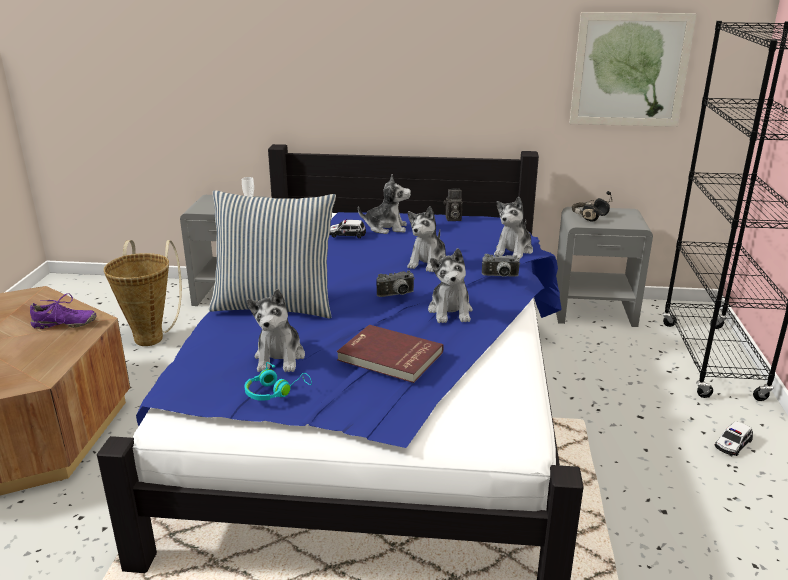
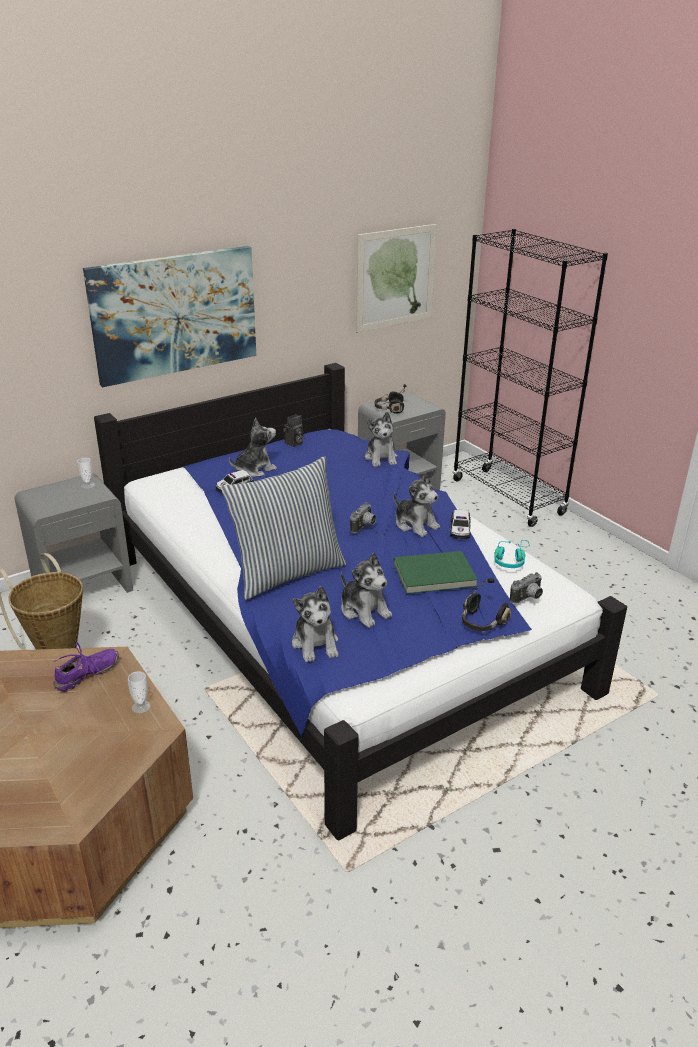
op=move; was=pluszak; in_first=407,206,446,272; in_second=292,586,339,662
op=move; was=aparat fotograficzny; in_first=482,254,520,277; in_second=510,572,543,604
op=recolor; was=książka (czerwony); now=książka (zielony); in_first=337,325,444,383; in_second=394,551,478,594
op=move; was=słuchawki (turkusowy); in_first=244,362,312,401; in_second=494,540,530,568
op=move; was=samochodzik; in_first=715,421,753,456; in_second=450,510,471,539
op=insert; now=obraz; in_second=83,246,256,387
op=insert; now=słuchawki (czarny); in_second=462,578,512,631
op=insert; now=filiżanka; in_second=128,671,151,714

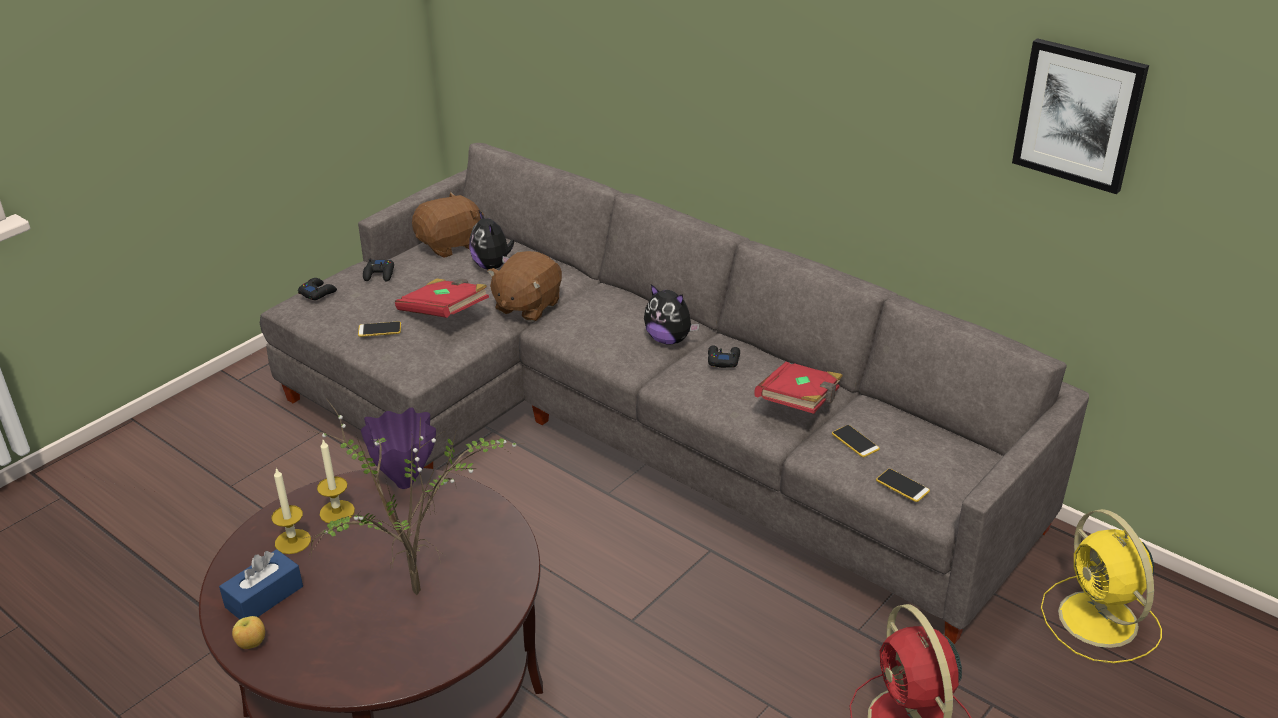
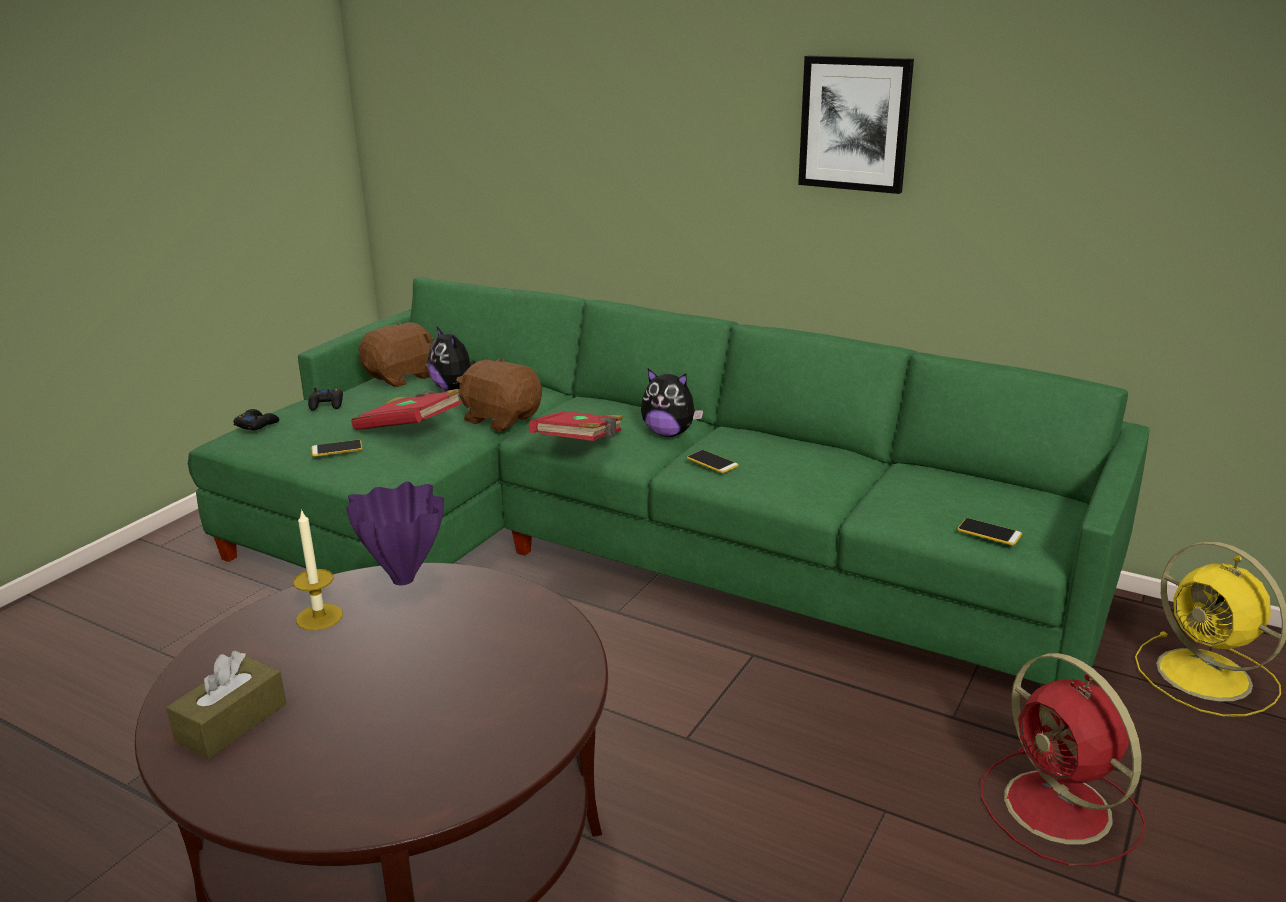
op=move; was=obraz; in_first=1012,38,1149,194; in_second=798,56,914,194
op=recolor; was=kanapa (szary); now=kanapa (zielony); in_first=260,143,1089,644; in_second=188,277,1149,685
op=rotate; was=pluszak (brązowy); in_first=487,251,562,322; in_second=456,358,542,432; clockwise=105
op=delete; was=pad do gier (czarny); in_first=708,346,740,368
op=move; was=książka (czerwony); in_first=754,362,843,414; in_second=529,411,623,441
op=delete; was=roślina doniczkowa; in_first=306,401,517,595
op=move; was=telefon; in_first=832,425,880,457; in_second=687,450,739,473
op=delete; was=świeca; in_first=271,468,311,554
op=recolor; was=pudełko chusteczek (niebieski); now=pudełko chusteczek (brązowy); in_first=219,549,303,619; in_second=166,651,286,759
op=delete; was=jabłko; in_first=232,616,265,649

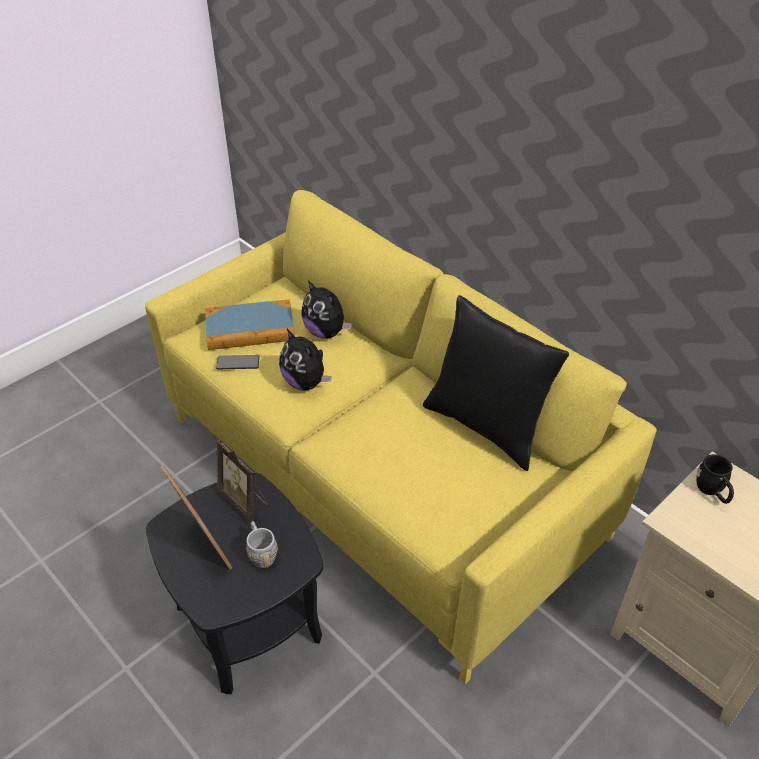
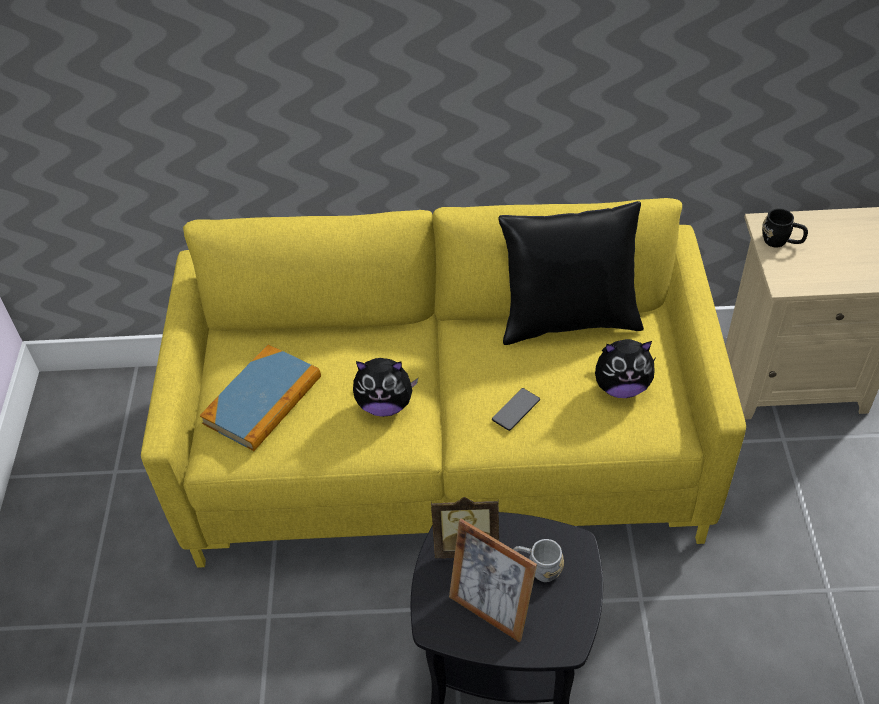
op=move; was=pluszak; in_first=301,280,352,339; in_second=595,339,655,398
op=move; was=telefon; in_first=216,355,259,369; in_second=492,388,540,431
op=rotate; was=ramka na zdjęcie; in_first=161,465,232,569; in_second=449,519,537,642; clockwise=-150

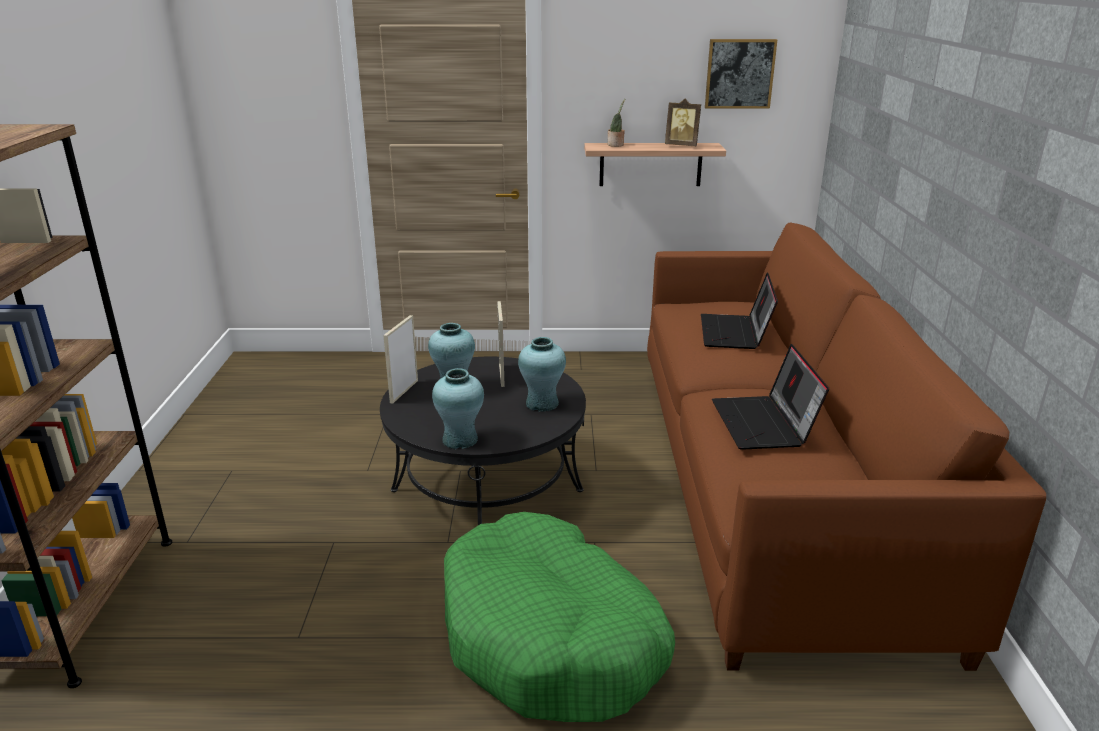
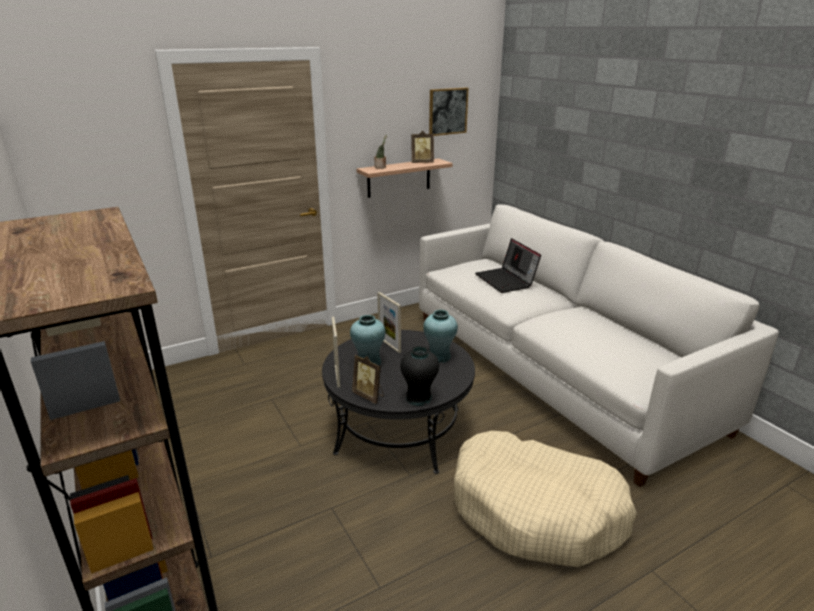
op=recolor; was=kanapa (brązowy); now=kanapa (biały); in_first=647,222,1046,671; in_second=419,204,779,487
op=delete; was=laptop; in_first=712,344,829,450
op=recolor; was=wazon (turkusowy); now=wazon (czarny); in_first=432,368,484,450; in_second=400,346,439,406
op=recolor; was=legowisko (zielony); now=legowisko (beżowy); in_first=444,512,675,722; in_second=454,431,637,567
op=insert; now=ramka na zdjęcie; in_second=352,355,384,404

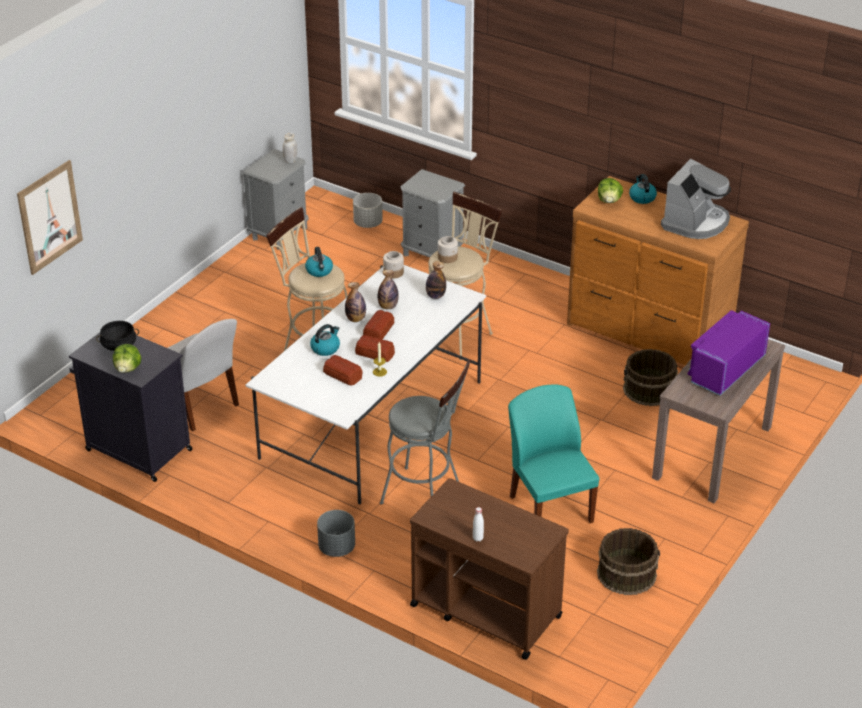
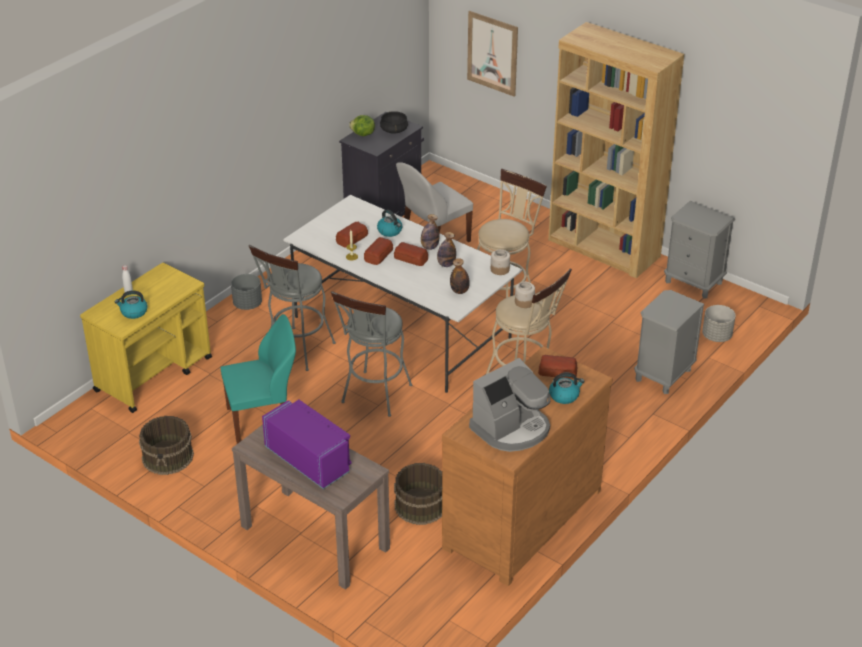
op=delete; was=słoik (biały); in_first=283,133,297,164
op=rotate; was=ekspres do kawy; in_first=661,159,731,239; in_second=469,358,550,452; clockwise=-75
op=replace; was=sałata; now=chleb; in_first=598,178,623,203; in_second=538,355,577,379
op=move; was=czajnik; in_first=305,247,333,277; in_second=115,291,148,319
op=recolor; was=wózek (brązowy); now=wózek (żółty); in_first=410,478,569,660; in_second=80,263,212,413
op=insert; now=regał (brązowy); in_second=548,22,684,278
op=insert; now=stołek (szary); in_second=331,291,412,417

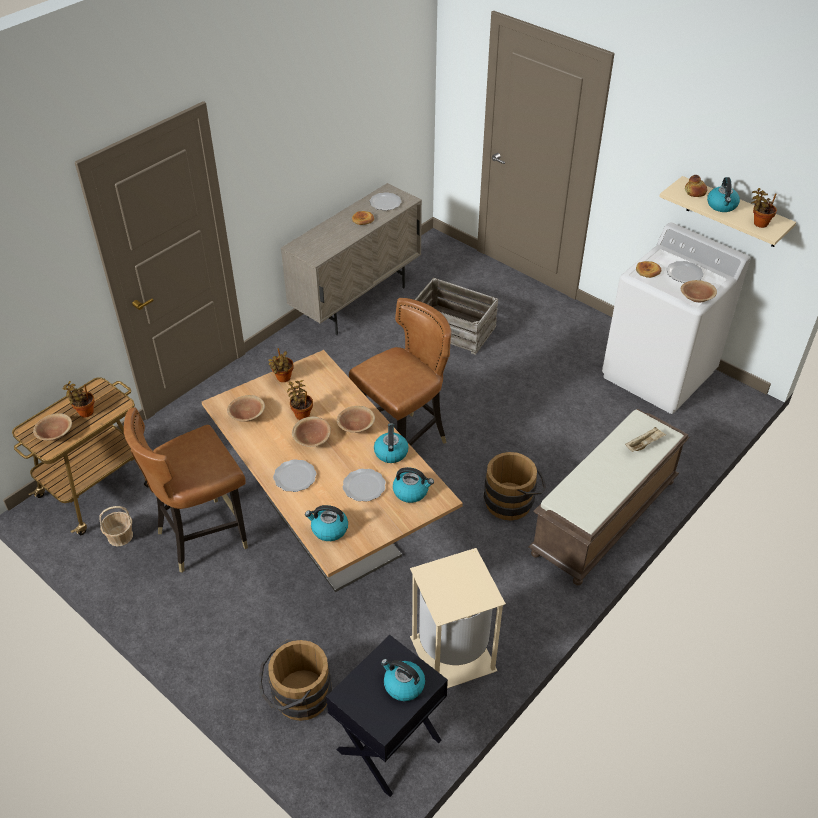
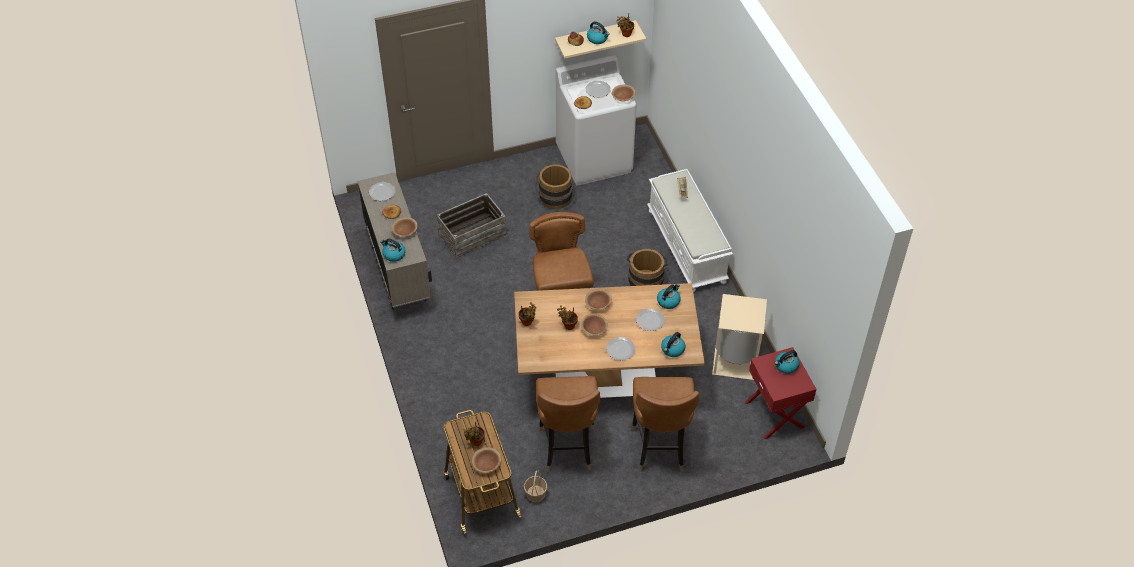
op=move; was=miska (brązowy); in_first=227,395,265,422; in_second=392,217,417,237
op=recolor; was=ławka (brązowy); now=ławka (biały); in_first=528,409,690,585; in_second=647,169,733,292
op=move; was=czajnik; in_first=374,423,409,463; in_second=380,239,405,262
op=recolor; was=szafka nocna (czarny); now=szafka nocna (czerwony); in_first=326,635,448,797; in_second=745,347,817,439
op=move; was=wiadro (brązowy); in_first=258,639,332,721; in_second=535,164,574,209
op=insert; now=krzesło (brązowy); in_second=632,377,699,472

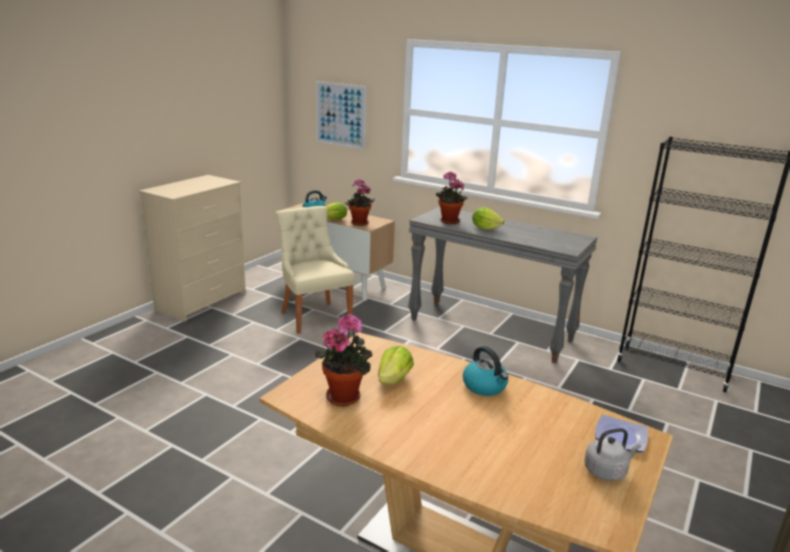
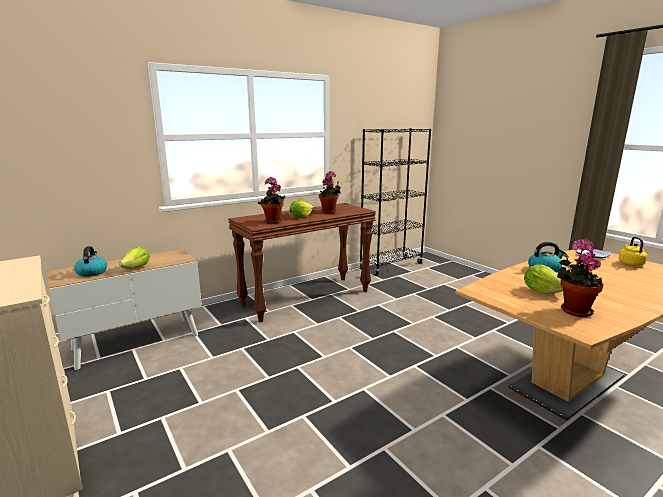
op=delete; was=obraz; in_first=316,81,367,150
op=move; was=roślina doniczkowa; in_first=345,180,375,226; in_second=319,171,341,213
op=delete; was=krzesło (beżowy); in_first=275,206,355,334
op=recolor; was=stolik konsolowy (szary); now=stolik konsolowy (brązowy); in_first=408,206,598,364; in_second=228,203,376,322
op=recolor; was=czajnik (szary); now=czajnik (żółty); in_first=584,428,641,481; in_second=619,237,647,266

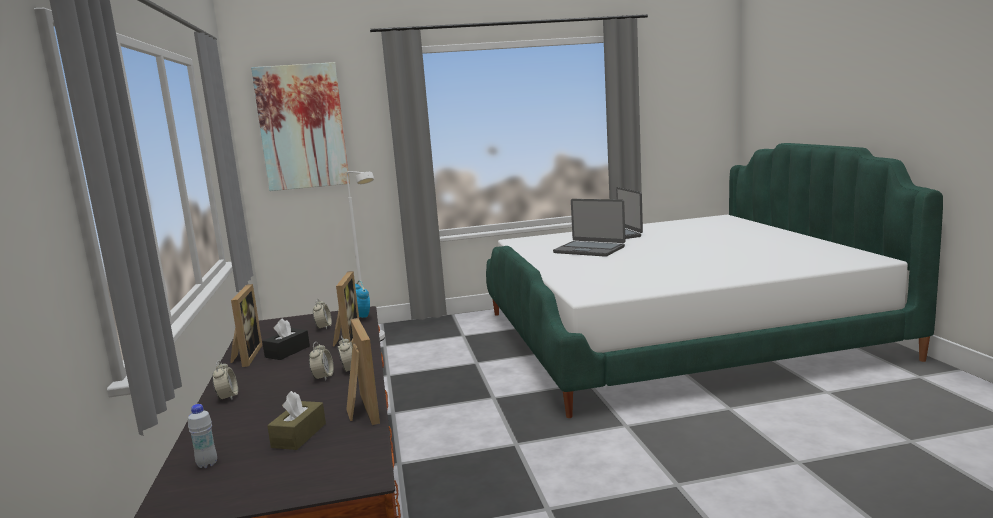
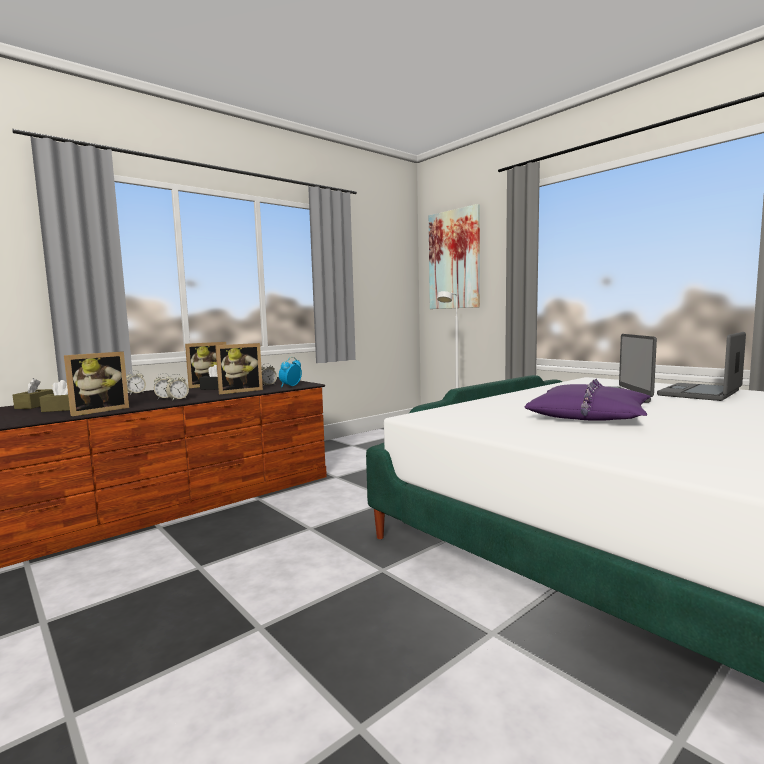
op=replace; was=butelka (biały); now=pudełko chusteczek (brązowy); in_first=188,404,217,468; in_second=13,378,54,409
op=insert; now=poduszka (fioletowy); in_second=524,379,651,421

